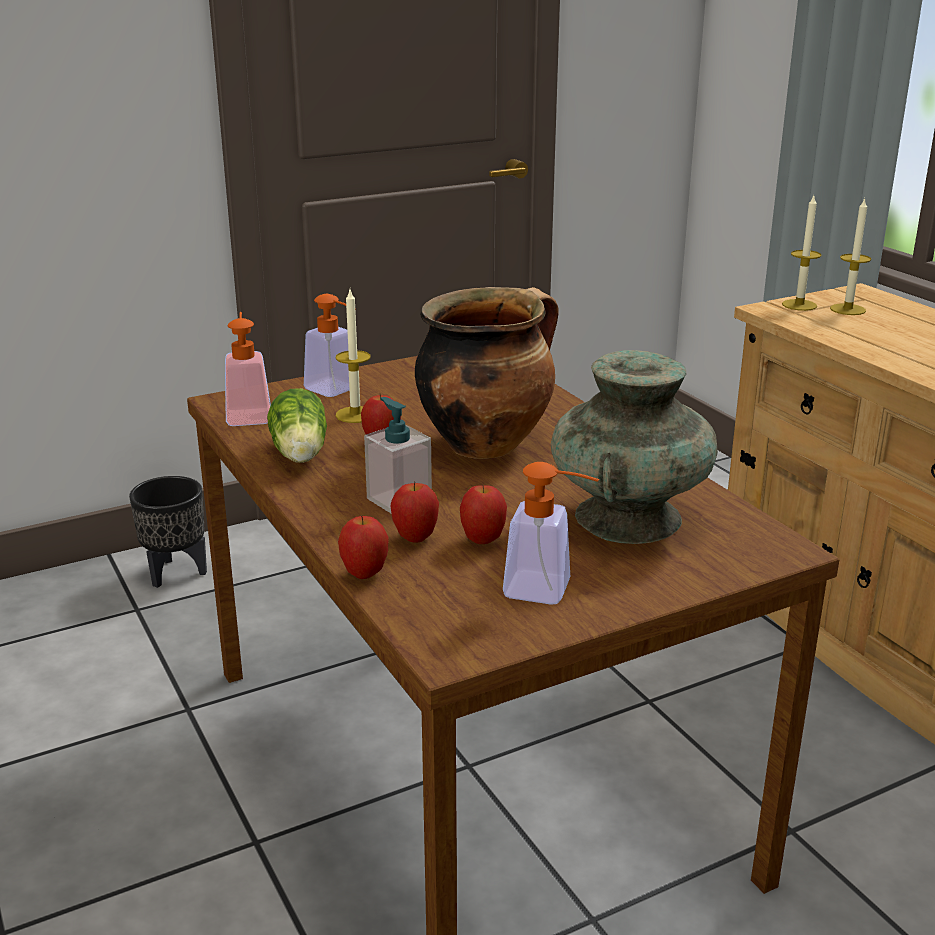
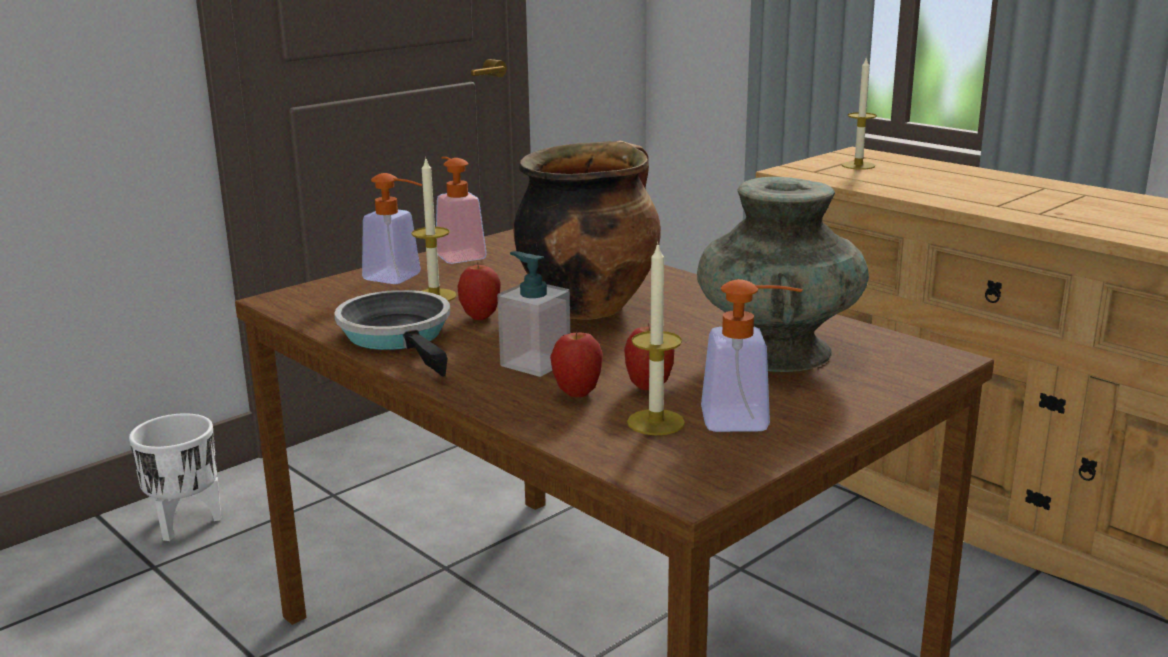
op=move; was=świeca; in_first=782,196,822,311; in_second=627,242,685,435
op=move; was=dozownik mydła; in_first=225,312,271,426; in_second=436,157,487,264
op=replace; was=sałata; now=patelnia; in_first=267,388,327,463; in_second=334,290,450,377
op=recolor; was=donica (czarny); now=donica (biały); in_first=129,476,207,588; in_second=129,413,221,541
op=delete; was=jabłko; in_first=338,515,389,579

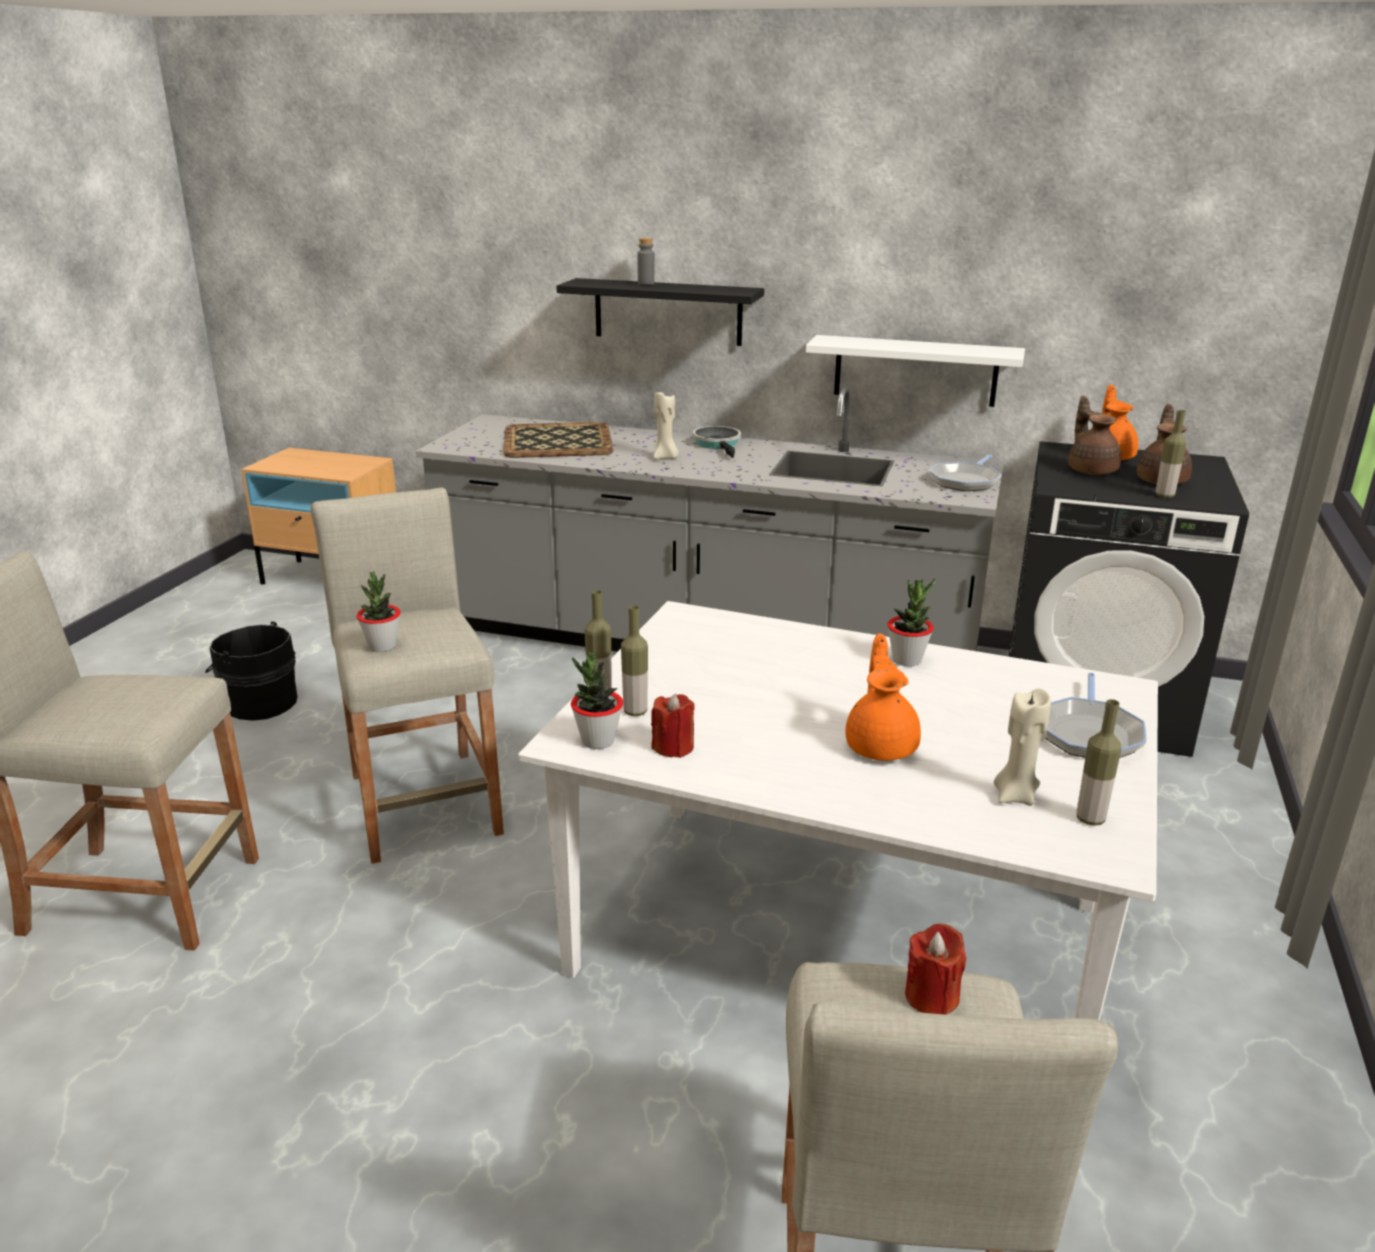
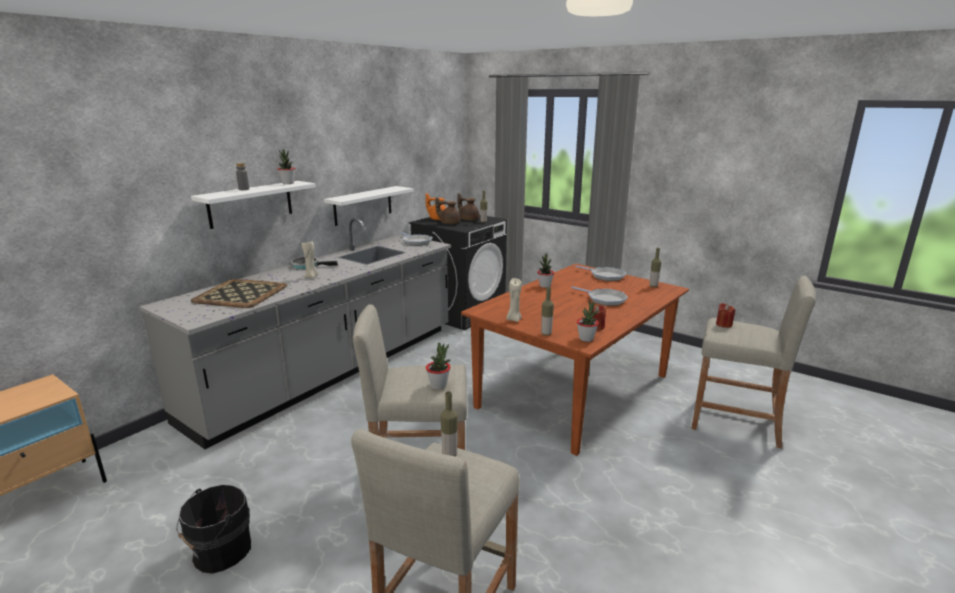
op=recolor; was=półka (czarny); now=półka (biały); in_first=556,278,764,346; in_second=191,181,316,229
op=recolor; was=stół jadalny (biały); now=stół jadalny (brązowy); in_first=518,601,1158,1020; in_second=461,264,689,456
op=move; was=butelka; in_first=621,605,648,716; in_second=441,391,458,456
op=replace; was=imbryk (pomarańczowy); now=patelnia; in_first=845,633,921,761; in_second=571,286,628,306
op=move; was=świeca (beżowy); in_first=994,688,1051,806; in_second=506,278,522,322
op=insert; now=roślina doniczkowa; in_second=277,149,296,184

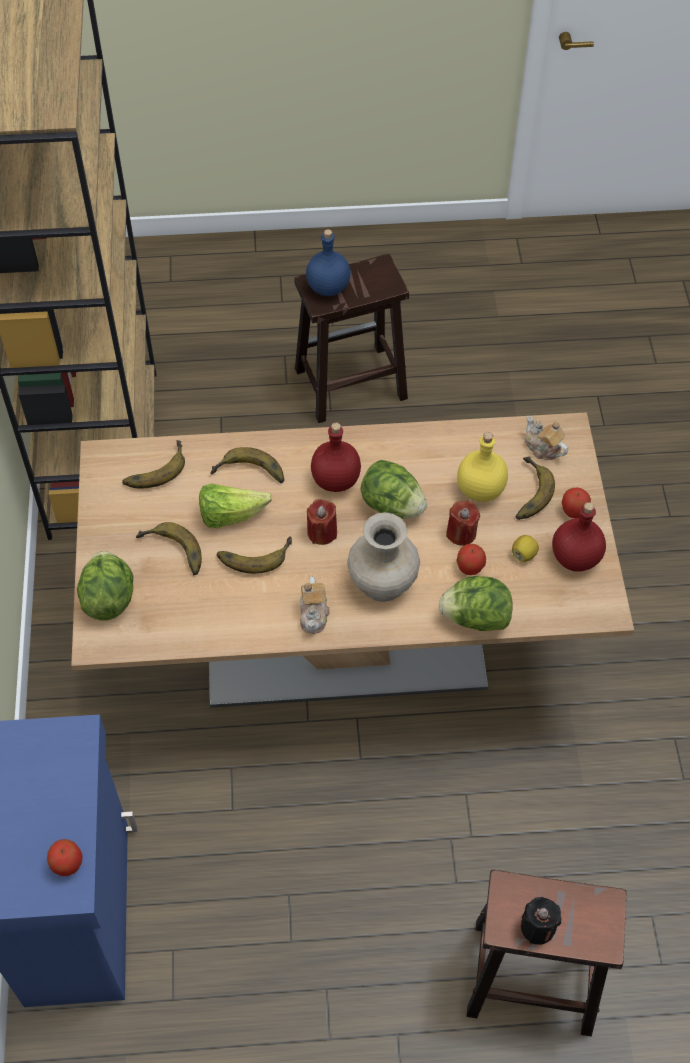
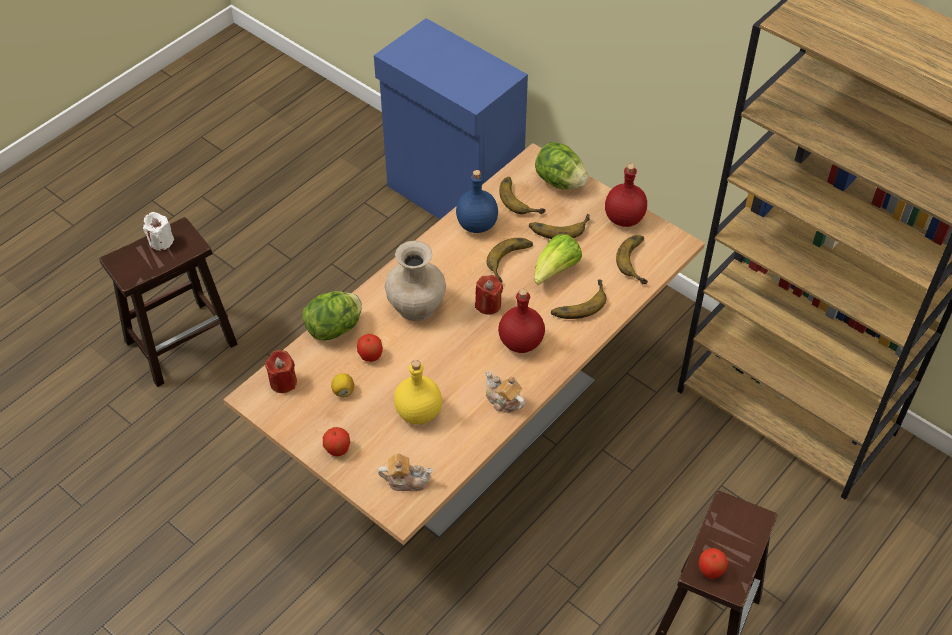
op=move; was=butelka (niebieski); in_first=306,229,351,296; in_second=456,170,498,233
op=move; was=banan; in_first=516,456,555,520; in_second=499,177,546,214
op=delete; was=sałata; in_first=360,460,427,519
op=move; was=świeca (czerwony); in_first=446,501,480,546; in_second=265,350,297,393
op=move; was=butelka (czerwony); in_first=552,502,606,572; in_second=605,164,647,227
op=move; was=imbryk; in_first=300,577,329,634; in_second=485,371,525,412
op=move; was=jabłko; in_first=47,839,83,876; in_second=699,548,728,579
op=recolor; was=świeca (czarny); now=świeca (biały); in_first=521,897,561,945; in_second=143,212,174,251

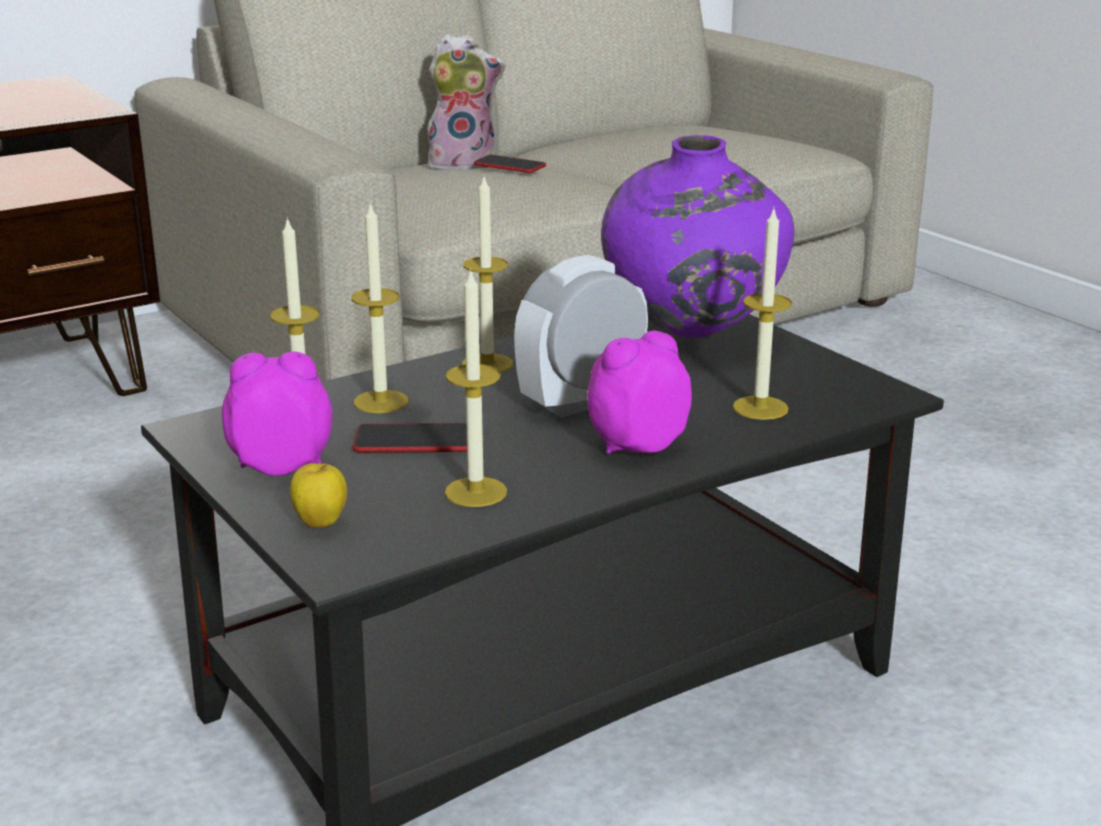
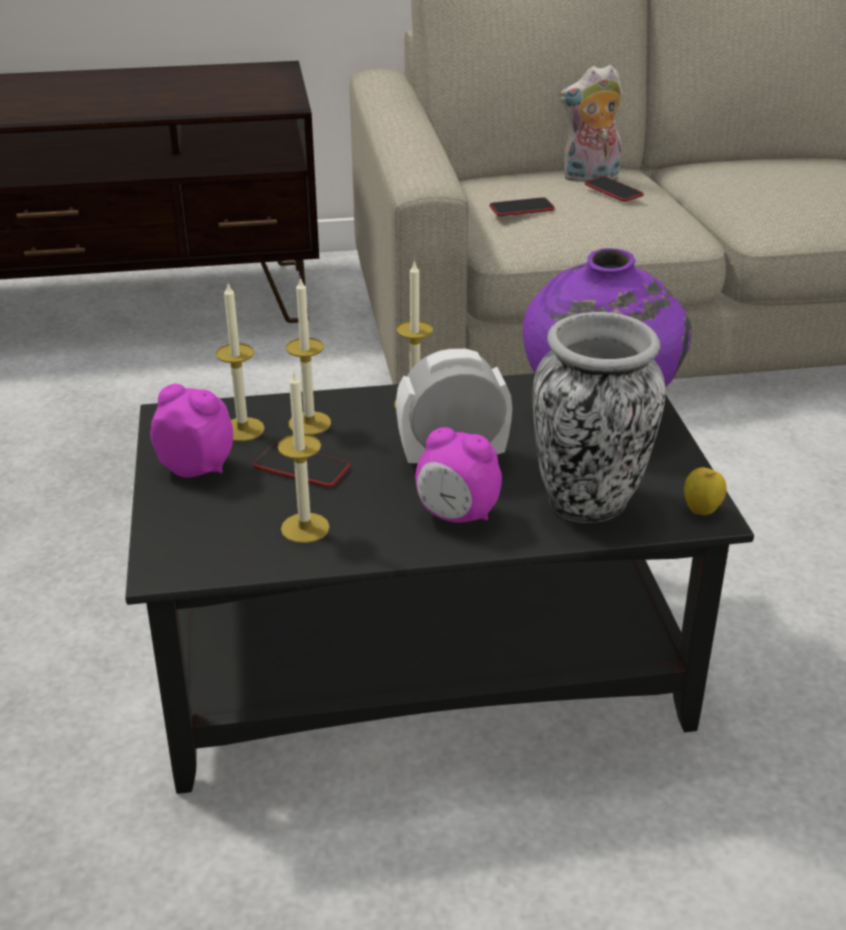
op=rotate; was=pluszak; in_first=427,34,506,170; in_second=559,65,623,182; clockwise=150
op=replace; was=świeca; now=wazon; in_first=733,208,792,420; in_second=532,312,665,523
op=rotate; was=budzik; in_first=587,331,692,454; in_second=415,427,502,522; clockwise=-150
op=move; was=jabłko; in_first=290,463,347,528; in_second=684,467,727,516
op=insert; now=telefon; in_second=489,197,555,216

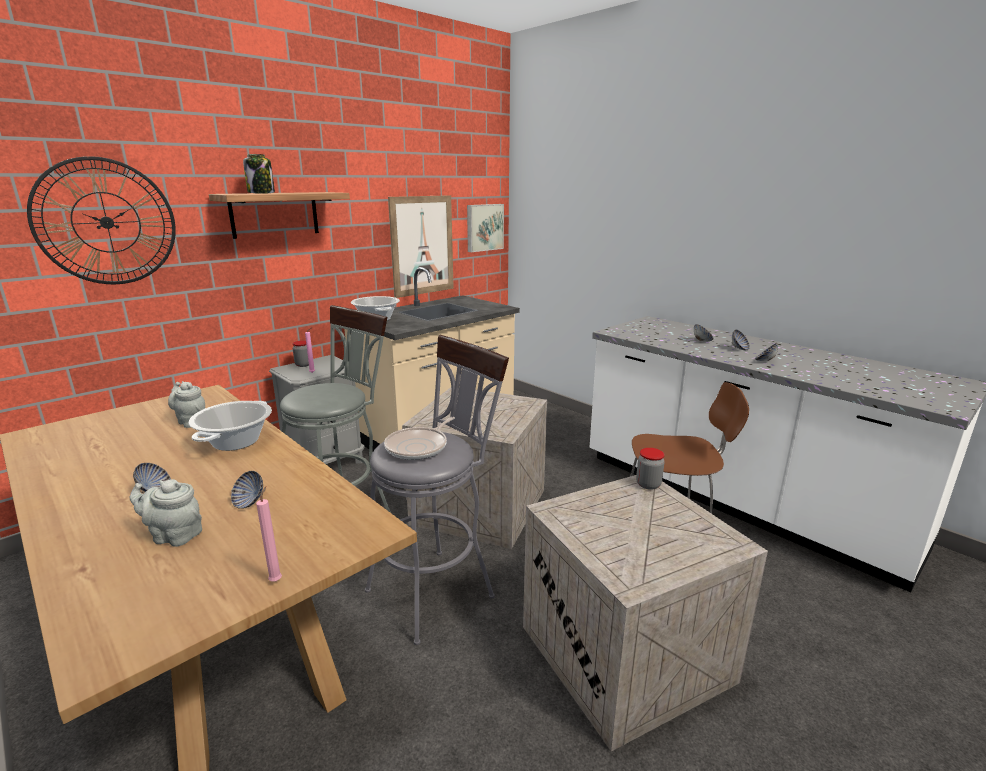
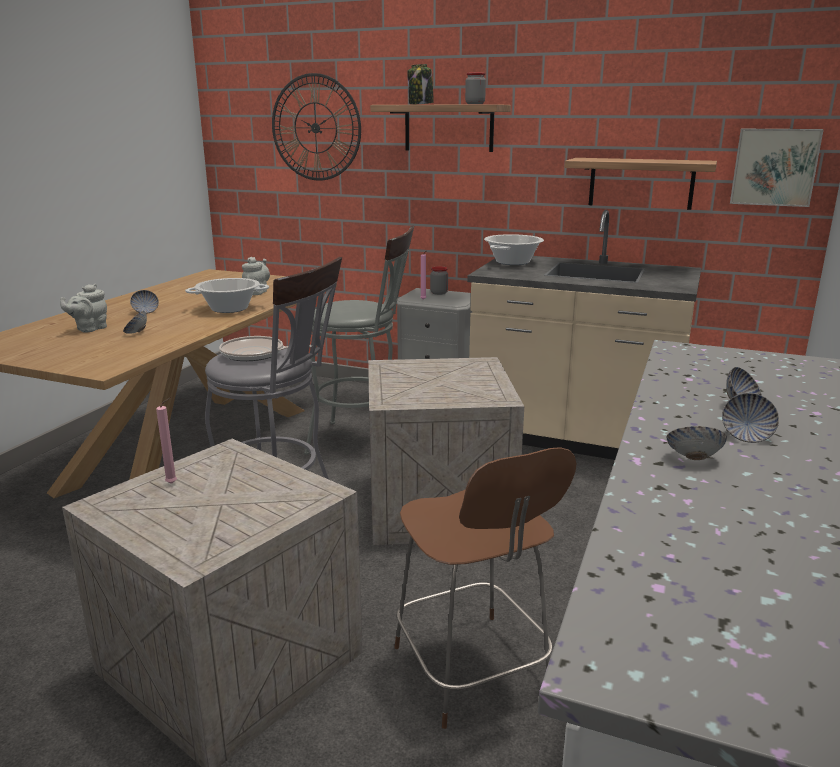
op=replace; was=obraz; now=półka; in_first=388,195,454,298; in_second=565,158,717,210
op=move; was=słoik; in_first=636,448,665,490; in_second=465,72,486,104
op=rotate; was=imbryk (szary); in_first=130,479,202,547; in_second=60,284,107,332; clockwise=-135
op=move; was=świeca (różowy); in_first=256,487,282,582; in_second=156,398,177,484

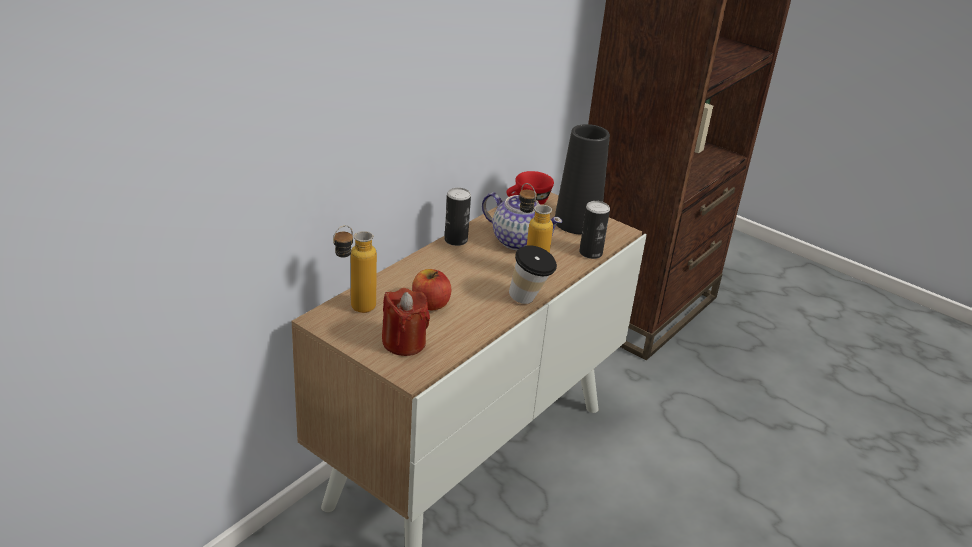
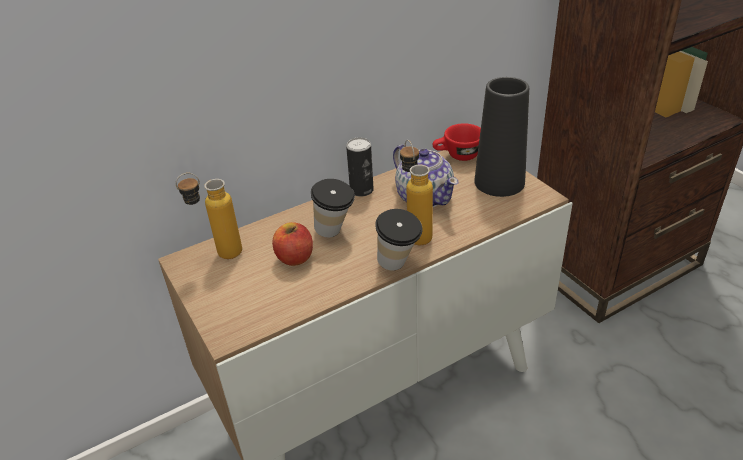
op=delete; was=puszka; in_first=579,201,610,259
op=delete; was=świeca (czerwony); in_first=382,288,430,356
op=insert; now=filiżanka; in_second=311,179,355,237

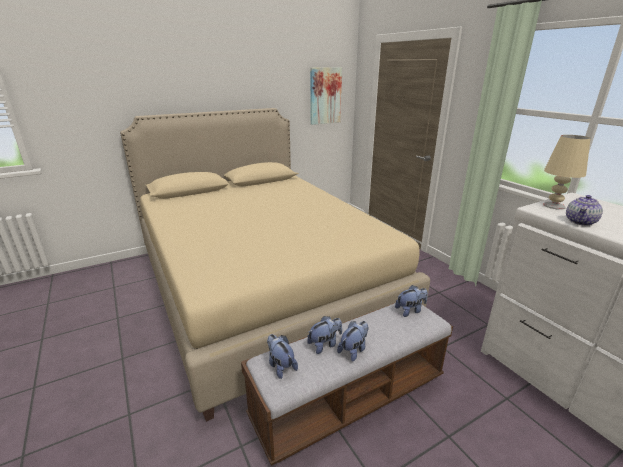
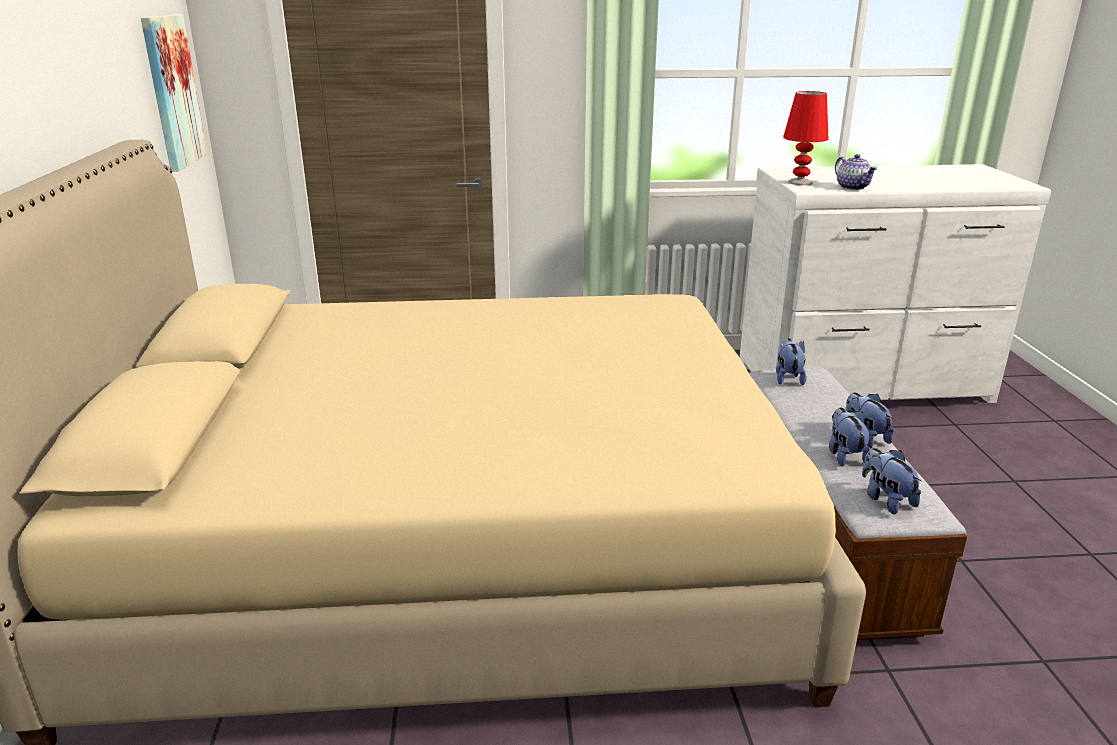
op=recolor; was=lampa stołowa (beżowy); now=lampa stołowa (czerwony); in_first=543,135,591,210; in_second=783,91,828,185
op=rotate; was=pluszak; in_first=267,334,298,379; in_second=862,448,921,514; clockwise=75

